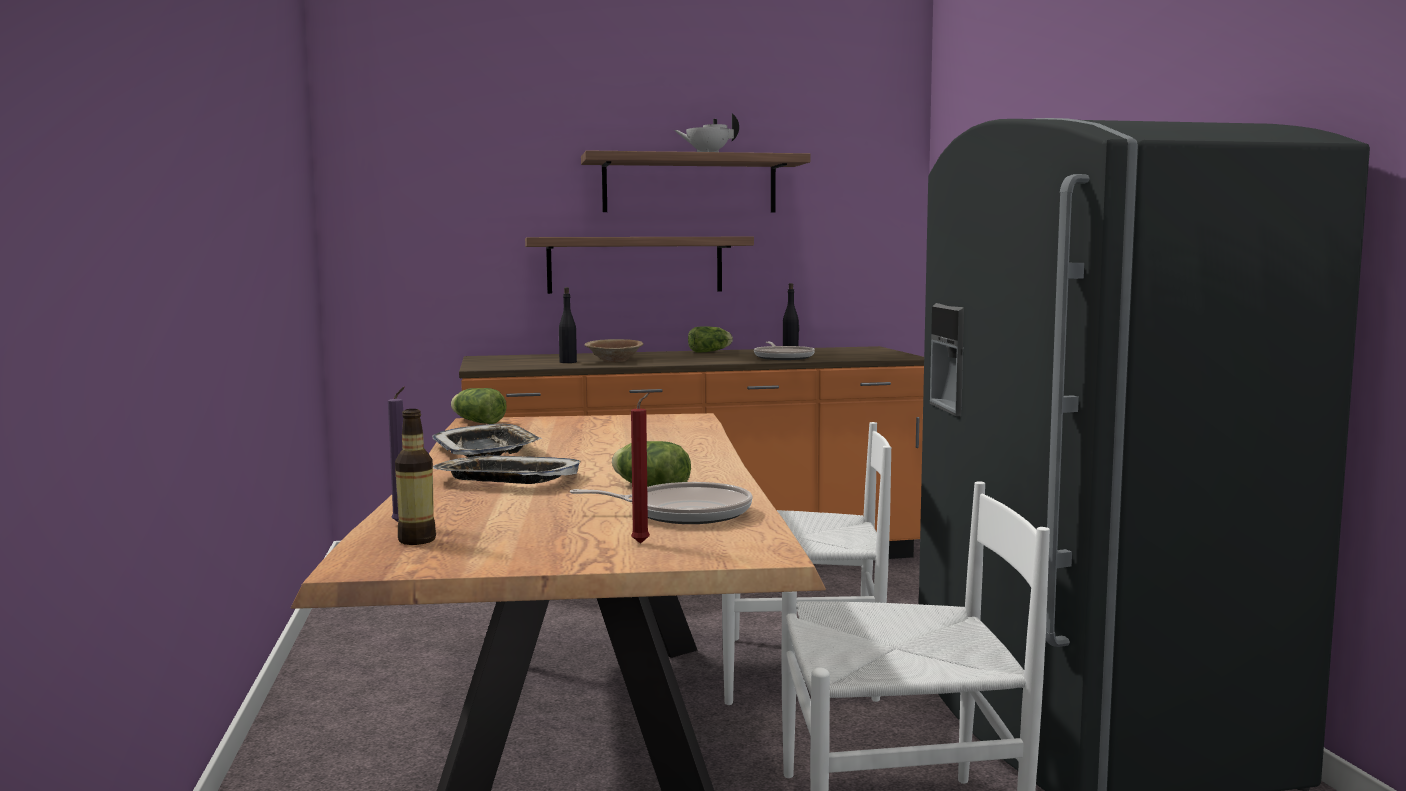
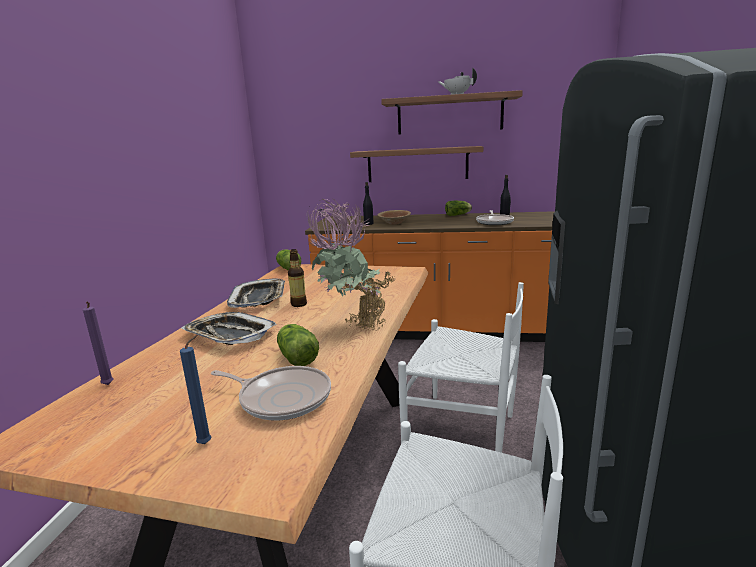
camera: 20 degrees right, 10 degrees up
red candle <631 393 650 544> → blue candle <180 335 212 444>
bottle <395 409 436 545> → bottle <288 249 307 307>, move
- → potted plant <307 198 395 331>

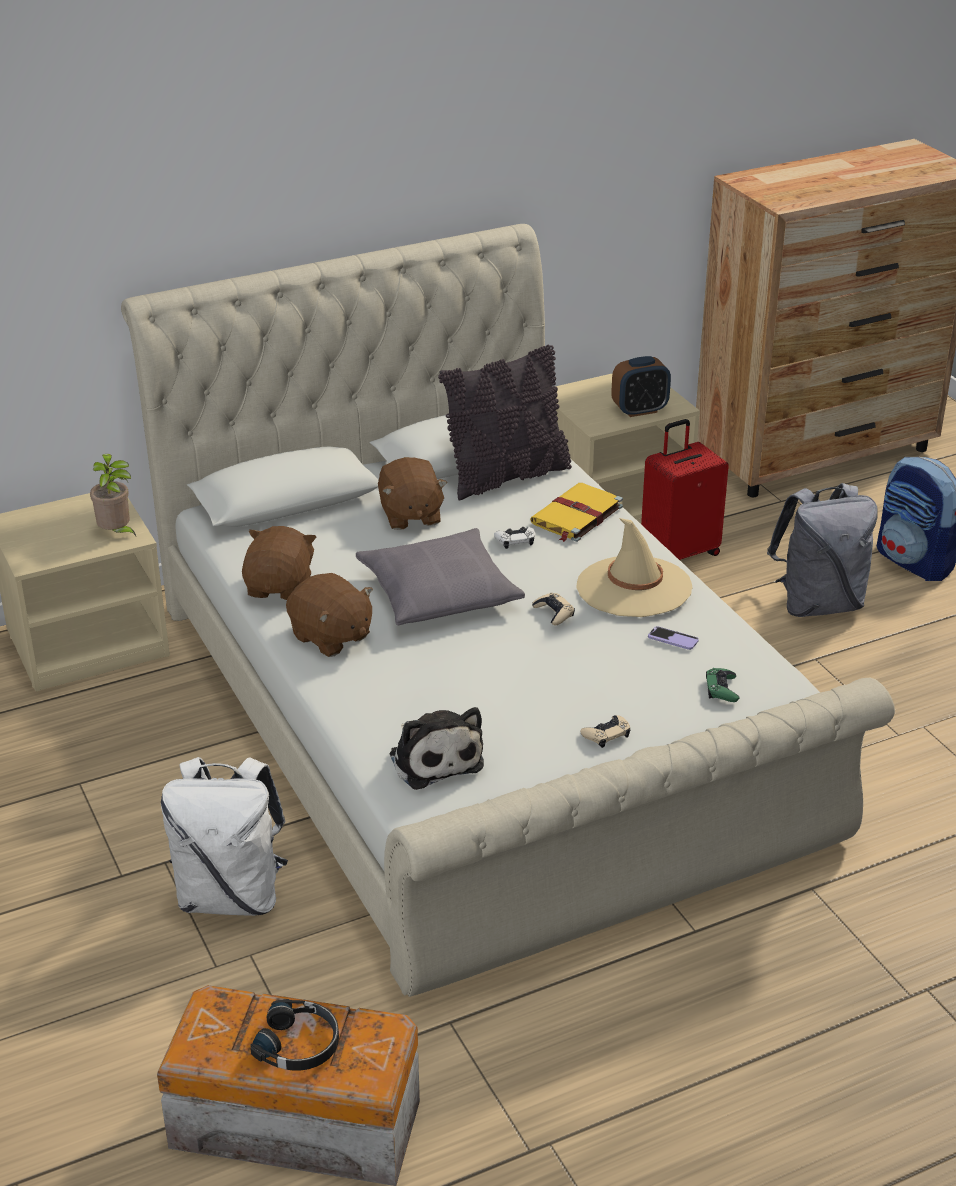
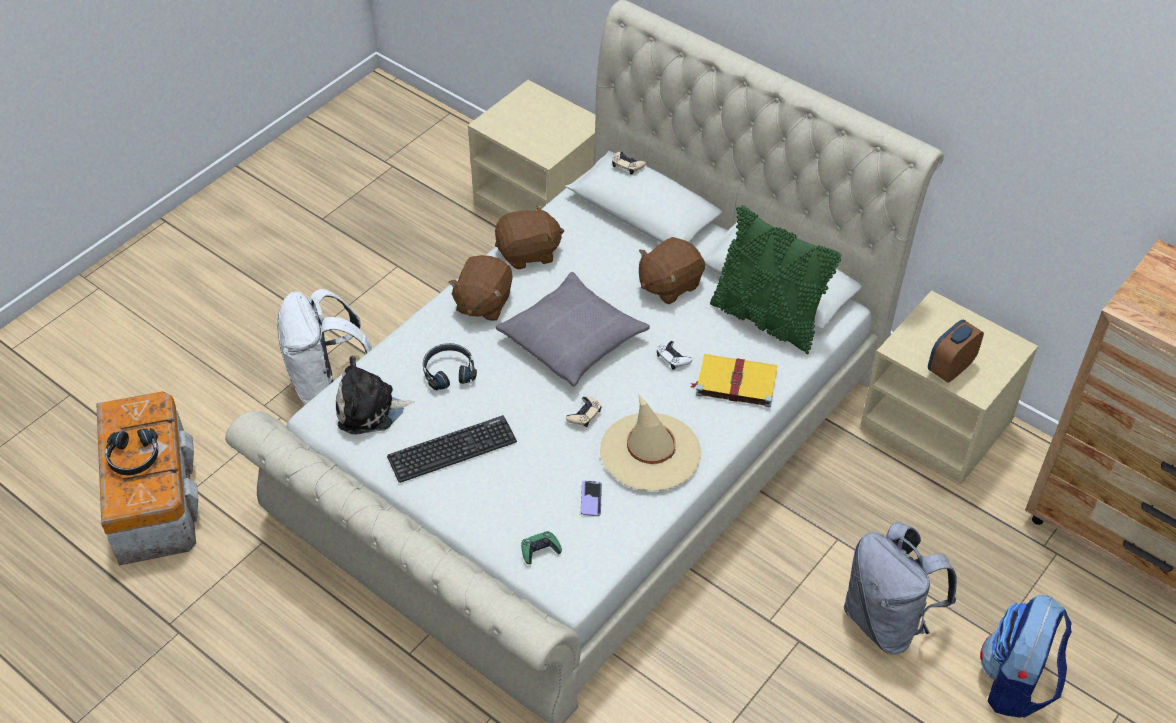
camera: 65 degrees right, 15 degrees up
plush toy <389 707 484 790> → plush toy <336 356 415 434>, 45 degrees clockwise
- → keyboard <387 415 517 483>
- → black headphones <423 343 477 390>
beige game controller <580 715 630 748> → beige game controller <612 151 646 175>, move
black pillow <438 345 572 501> → green pillow <710 205 842 354>
alarm clock <611 356 671 417> → alarm clock <928 320 984 383>, 90 degrees clockwise
potted plant <90 454 136 536> → -
red suitcase <641 419 729 560> → -

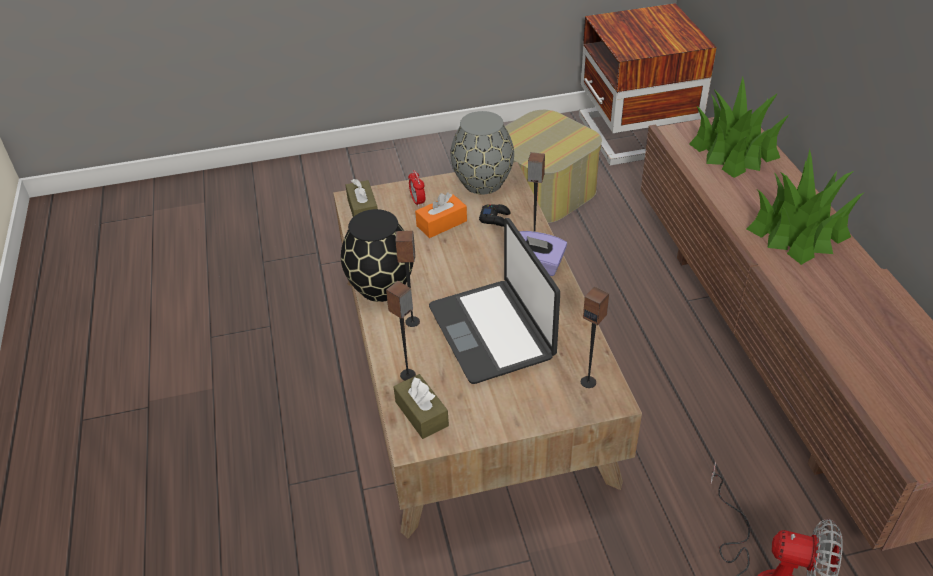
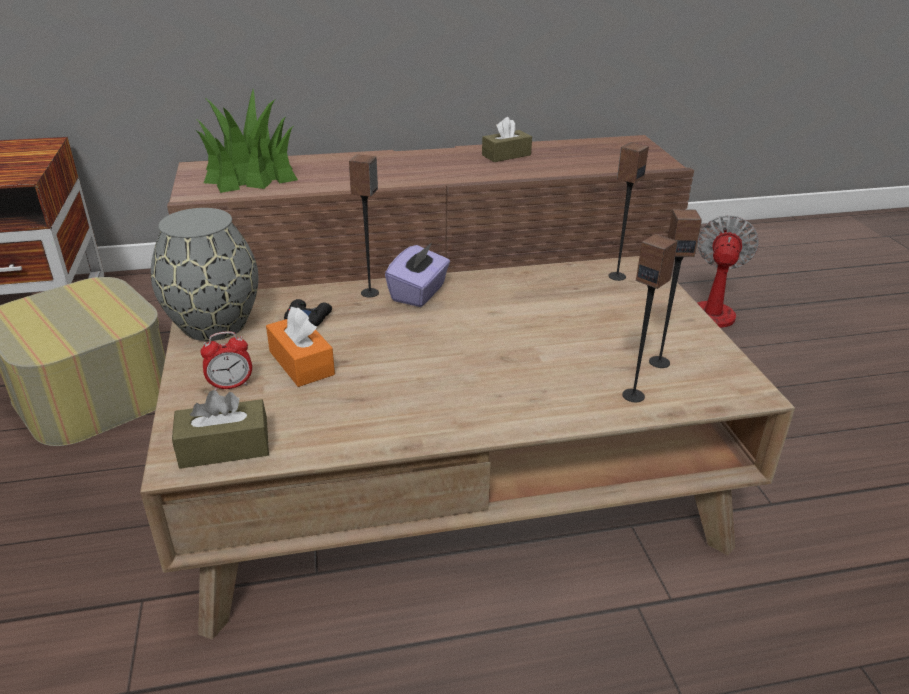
camera: 90 degrees left, 10 degrees down
brown tissue box <394 374 449 439> → brown tissue box <482 117 532 162>, move
speaker <395 231 420 327> → speaker <649 209 702 368>, move
black vase <341 209 414 302> → -
laptop <429 218 560 384> → -
potted plant <746 149 865 265> → -

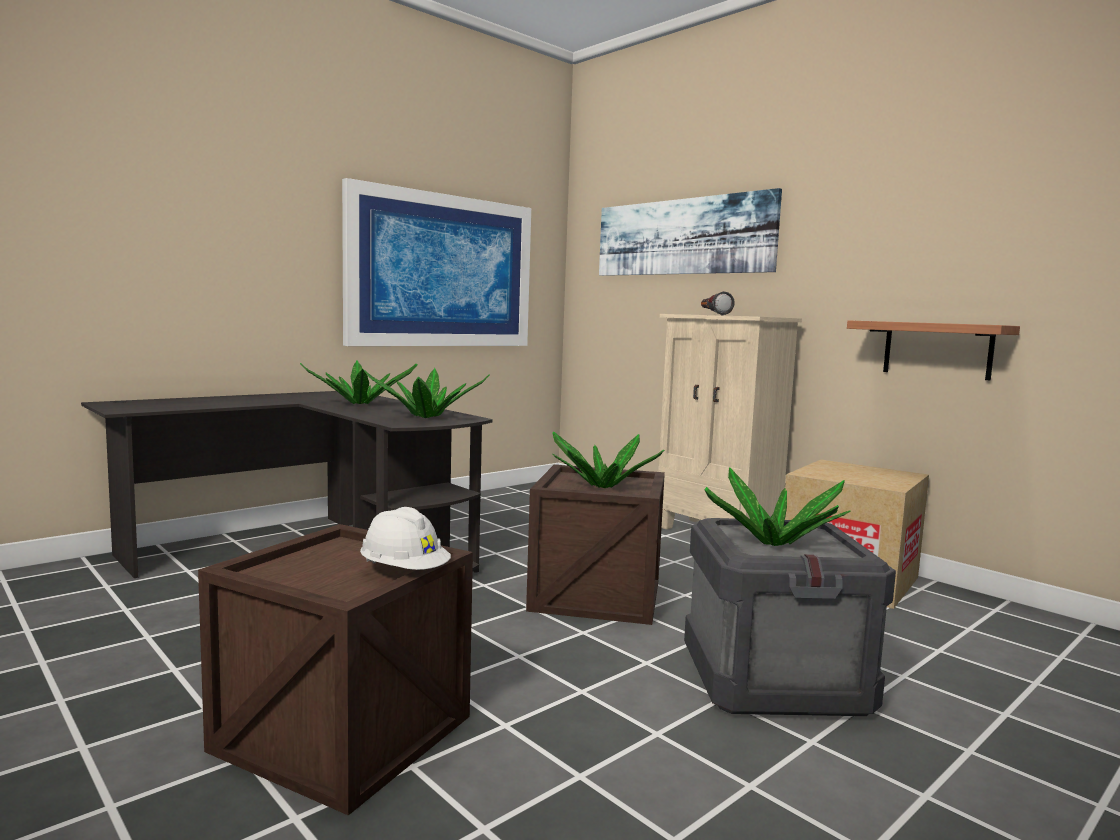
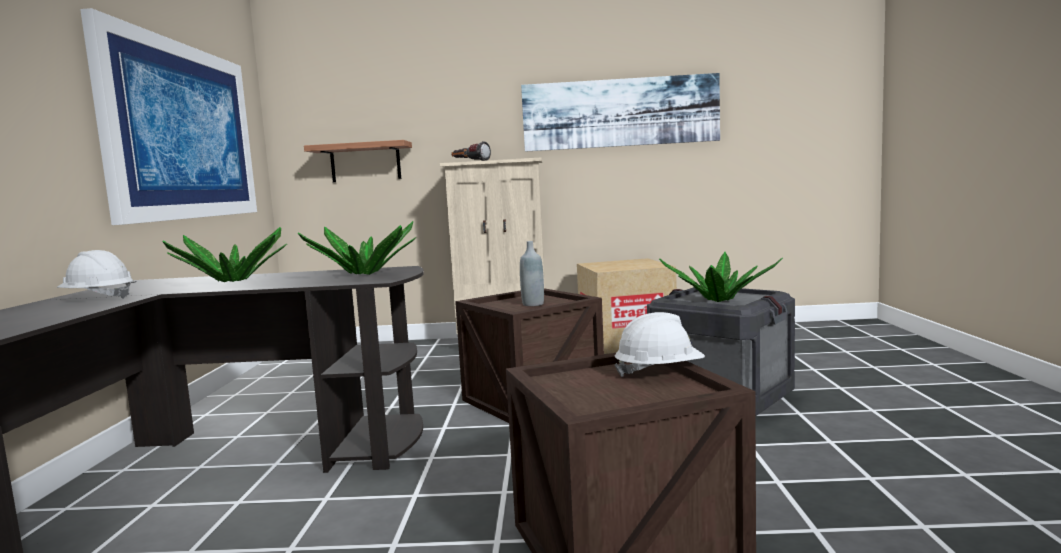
camera: 45 degrees left, 0 degrees up
- → white hard hat <56 250 133 299>
shelf <847 320 1020 380> → shelf <304 140 412 182>, move
potted plant <552 432 664 488> → grey bottle <520 241 544 306>
picture <599 188 782 276> → picture <521 73 720 152>, move

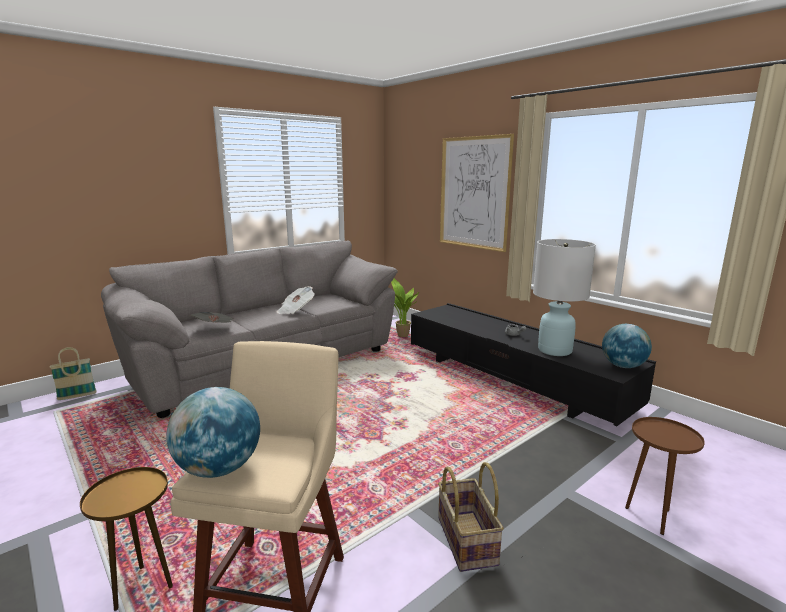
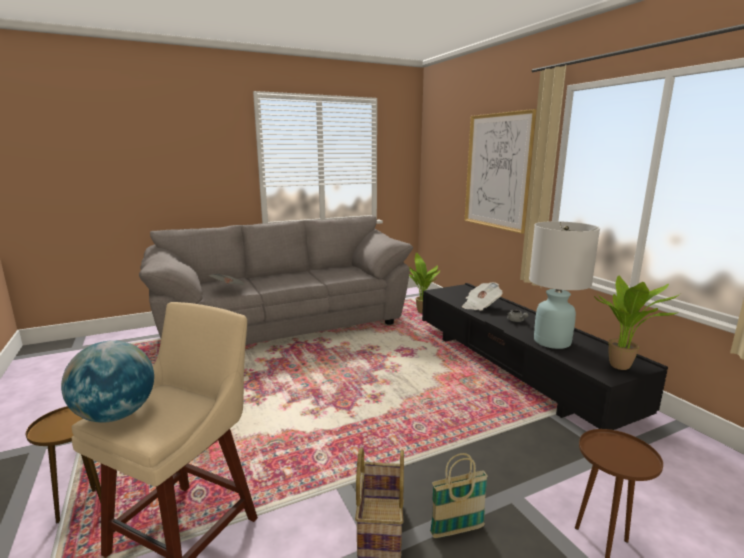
camera: 15 degrees right, 0 degrees up
basket <50 347 97 400> → basket <430 453 488 538>, move
newspaper <277 286 315 314> → newspaper <462 282 503 311>, move
globe <602 324 652 368> → potted plant <594 275 680 370>

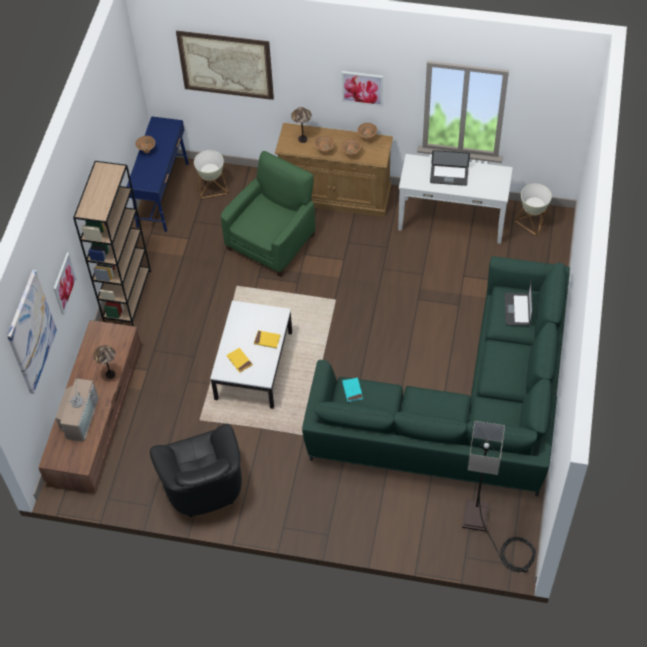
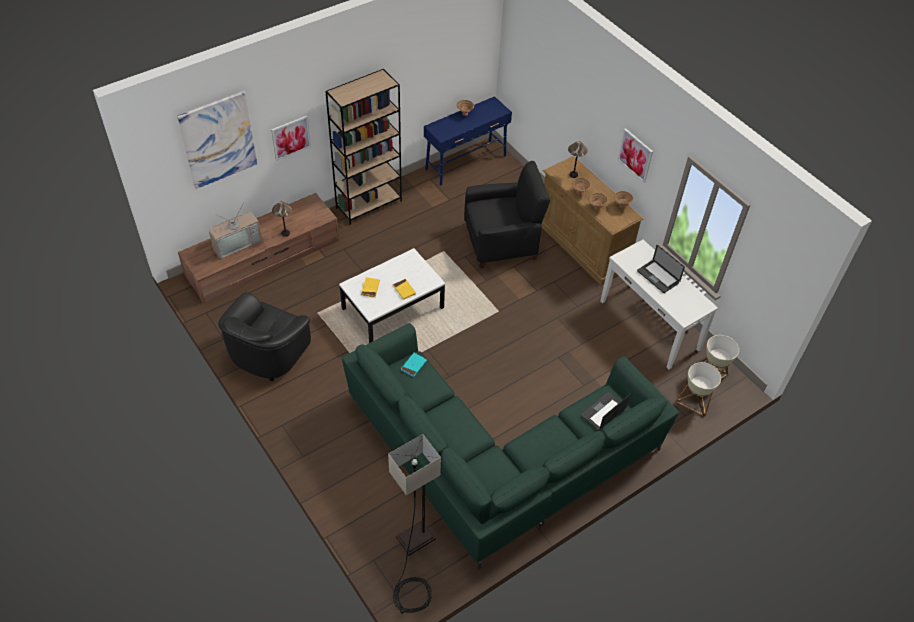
camera: 40 degrees right, 5 degrees down
green armchair <221 151 316 277> → black armchair <464 161 550 268>
planter <194 150 228 198> → planter <676 362 721 416>, move
picture <176 31 274 100> → -

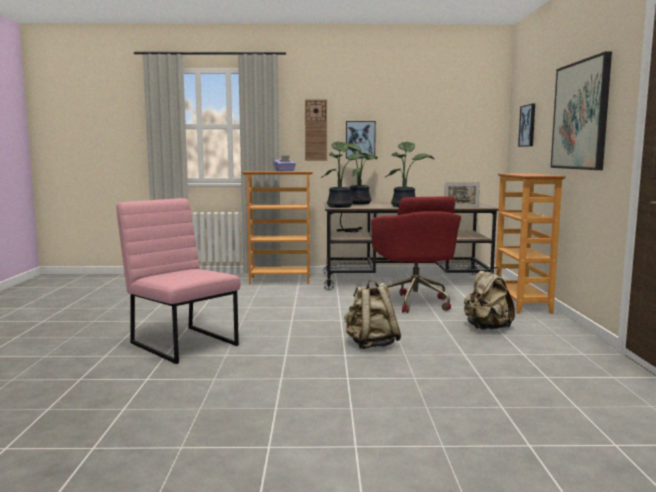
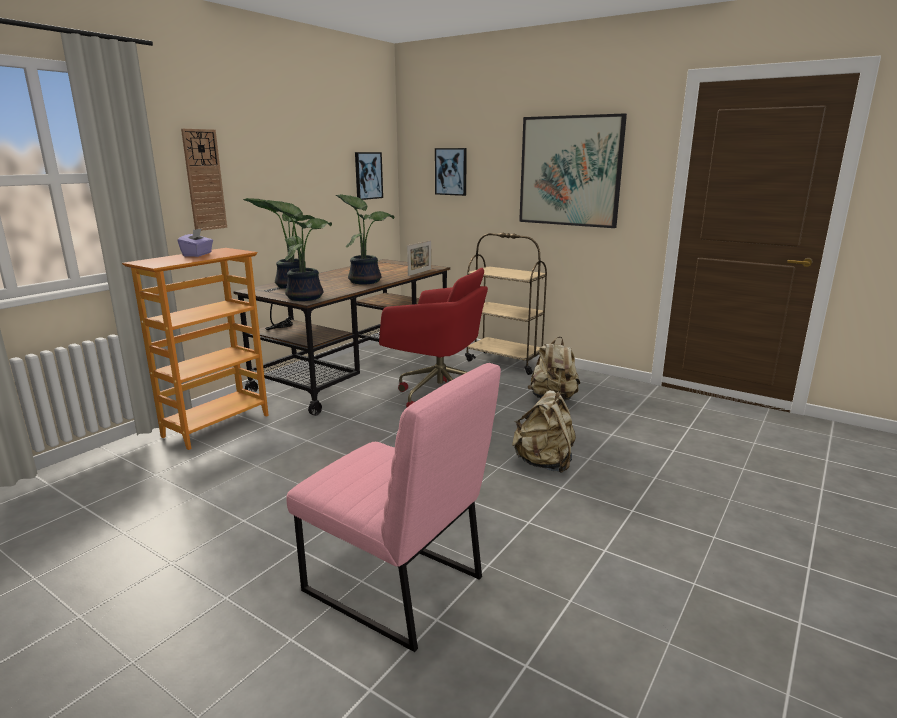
camera: 55 degrees left, 10 degrees up
pink chair <116 198 240 364> → pink chair <286 363 501 652>, 135 degrees counterclockwise
picture <346 121 376 158> → picture <355 152 383 200>, move
bookcase <495 173 566 314> → beige cart <465 233 547 375>

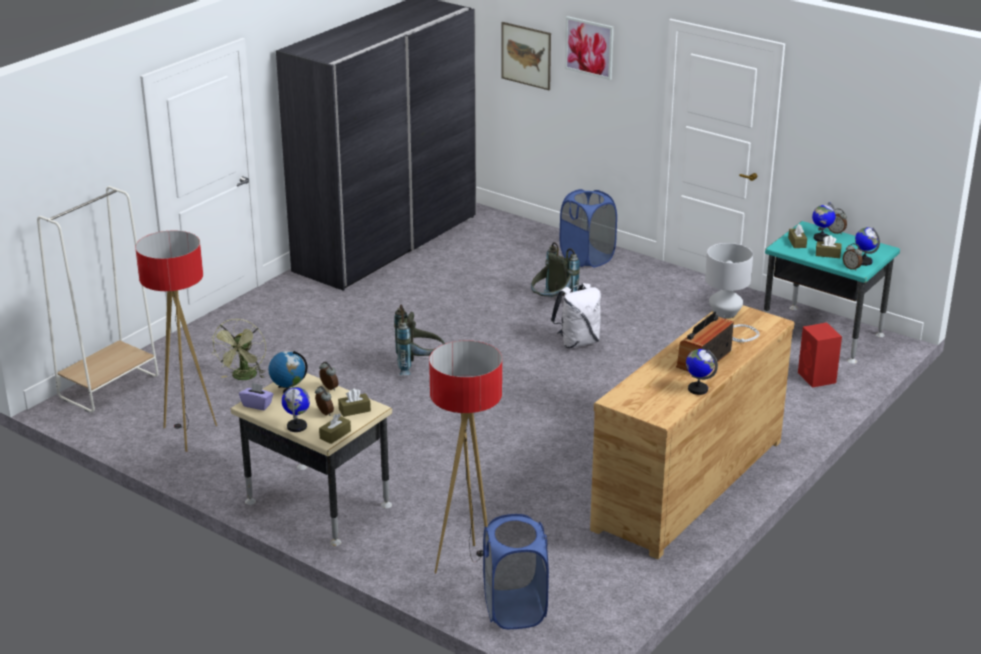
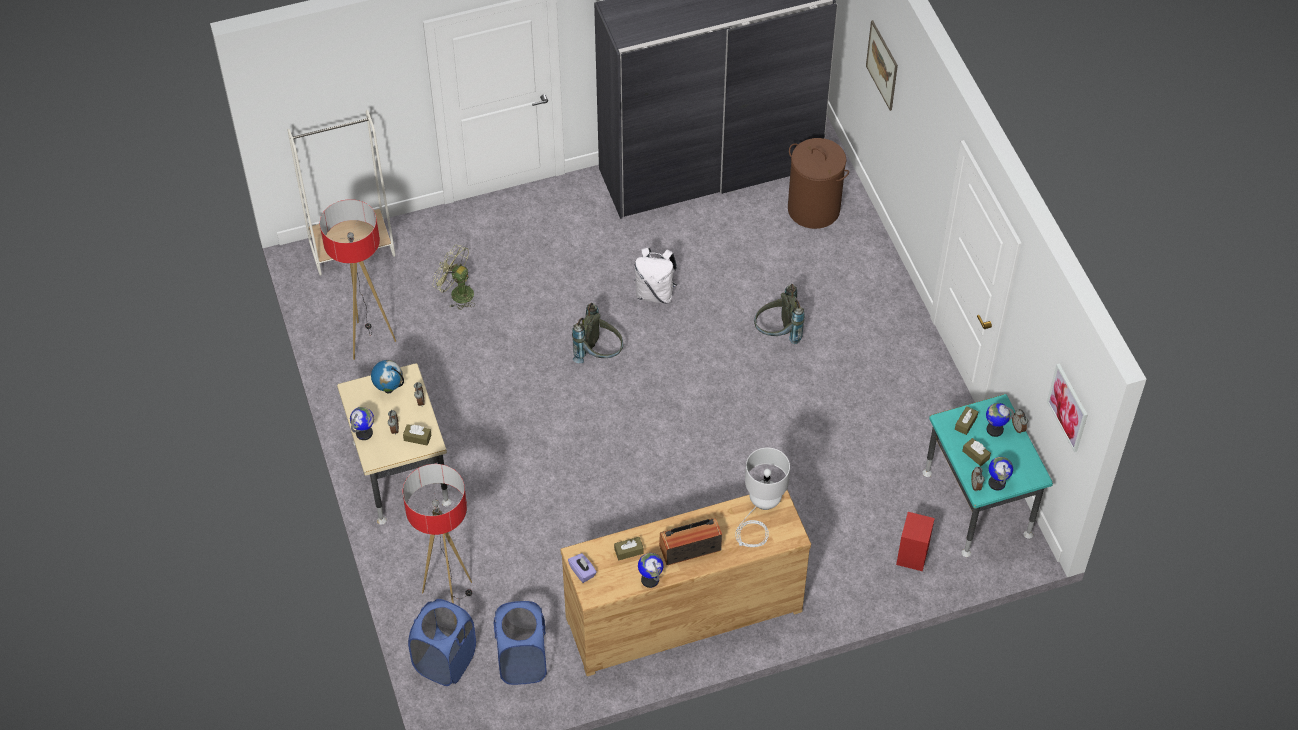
camera: 35 degrees right, 25 degrees up
green fan <211 319 266 380> → green fan <433 245 474 310>, 75 degrees clockwise
blue laundry basket <560 189 617 267> → blue laundry basket <494 601 547 685>, move
purple tissue box <239 383 274 410> → purple tissue box <568 553 597 583>, move
brown tissue box <319 413 351 444> → brown tissue box <614 537 644 560>, move
white backpack <551 283 601 348> → white backpack <634 247 677 304>, move
- → brown laundry basket <788 138 849 229>
picture <565 16 614 80> → picture <1047 363 1088 452>, move

